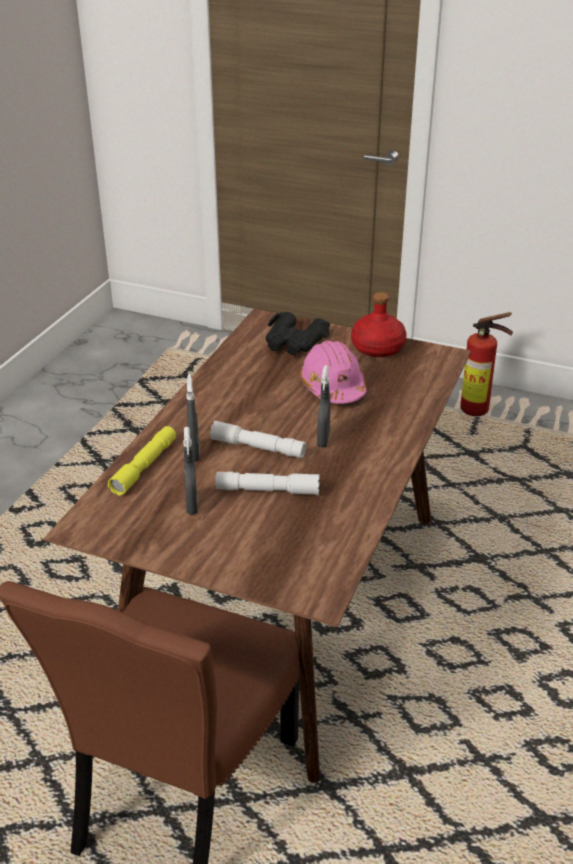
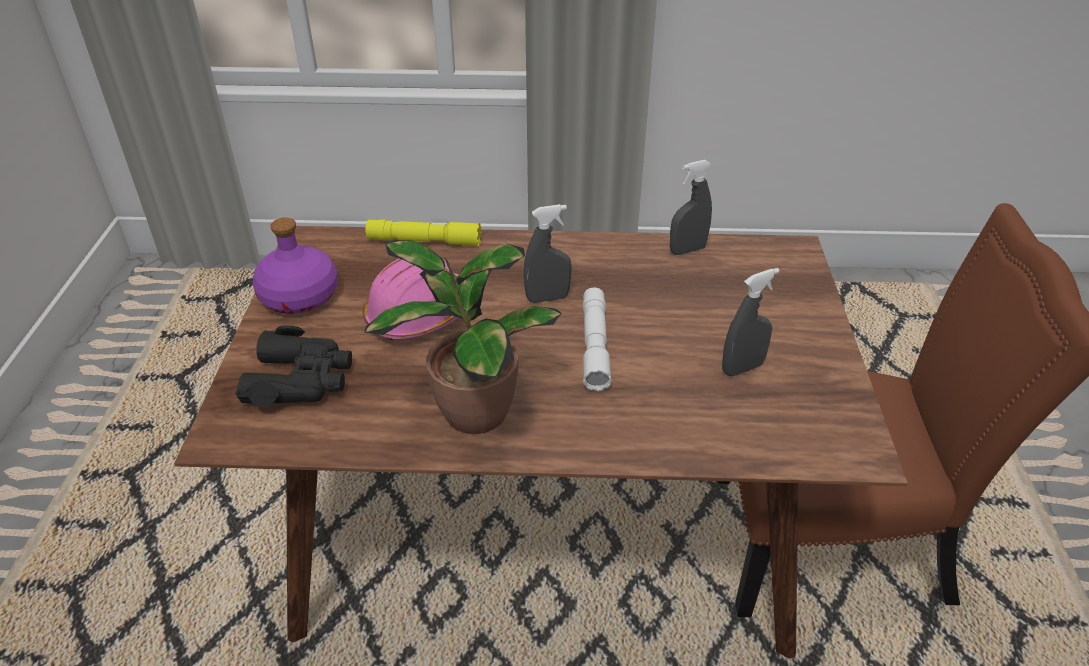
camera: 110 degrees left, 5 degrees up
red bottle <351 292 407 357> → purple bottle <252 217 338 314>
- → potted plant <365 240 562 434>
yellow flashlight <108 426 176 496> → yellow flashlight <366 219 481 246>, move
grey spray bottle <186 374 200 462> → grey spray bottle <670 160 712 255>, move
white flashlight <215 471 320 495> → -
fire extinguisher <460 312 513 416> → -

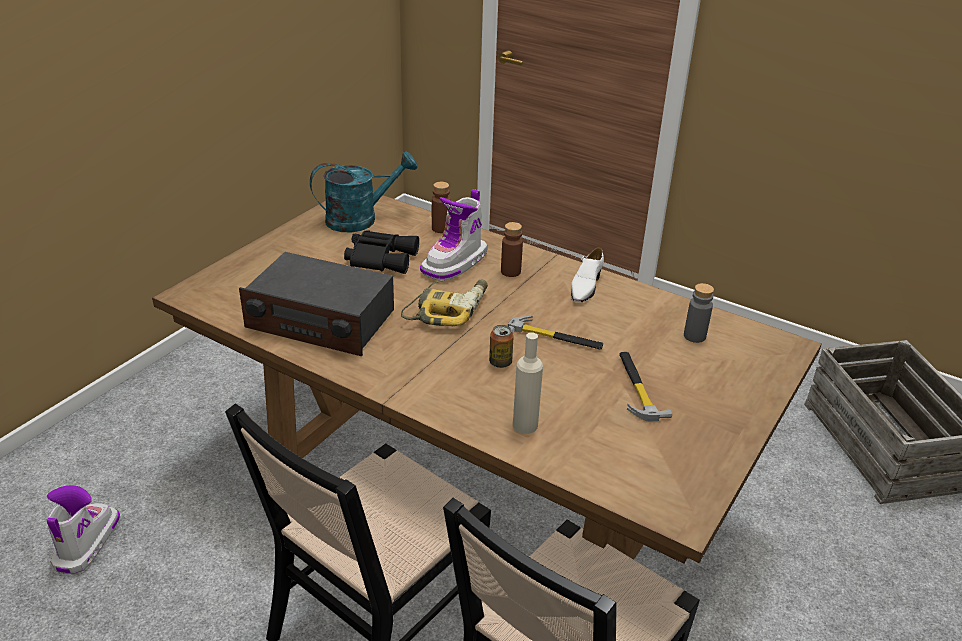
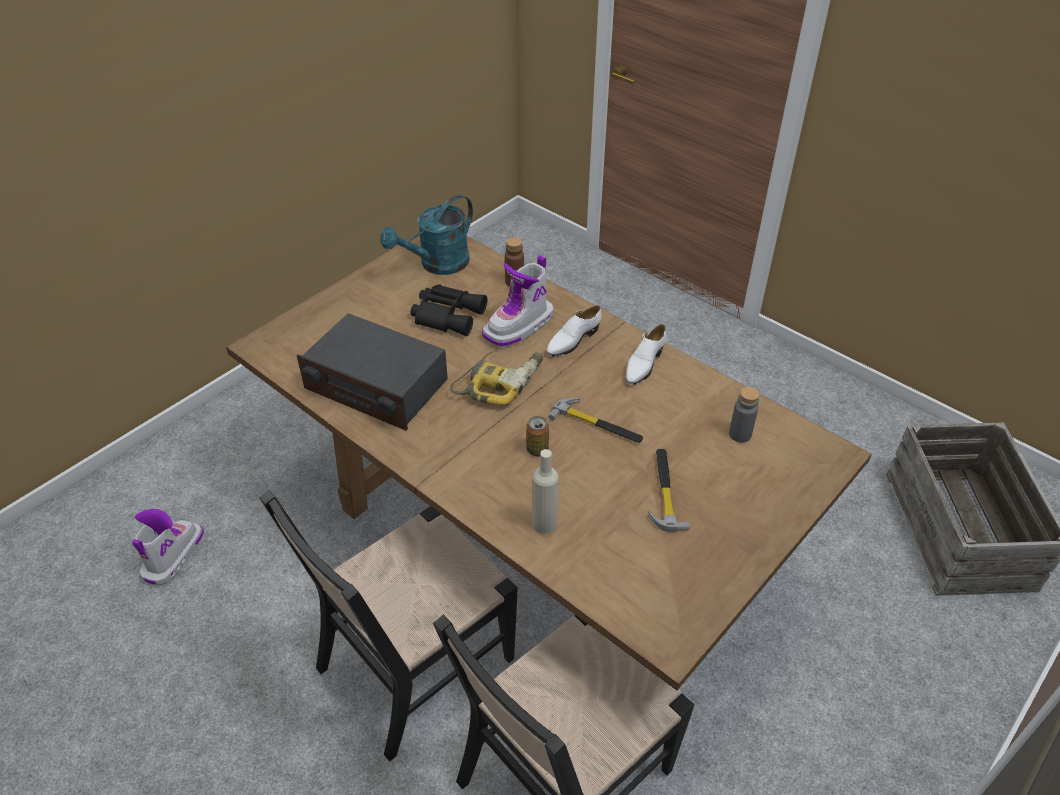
camera: 10 degrees right, 10 degrees up
turquoise watering can <310 151 418 232> → turquoise watering can <380 194 473 275>, 150 degrees clockwise
brown bottle <501 222 523 277> → white shoe <546 305 602 356>

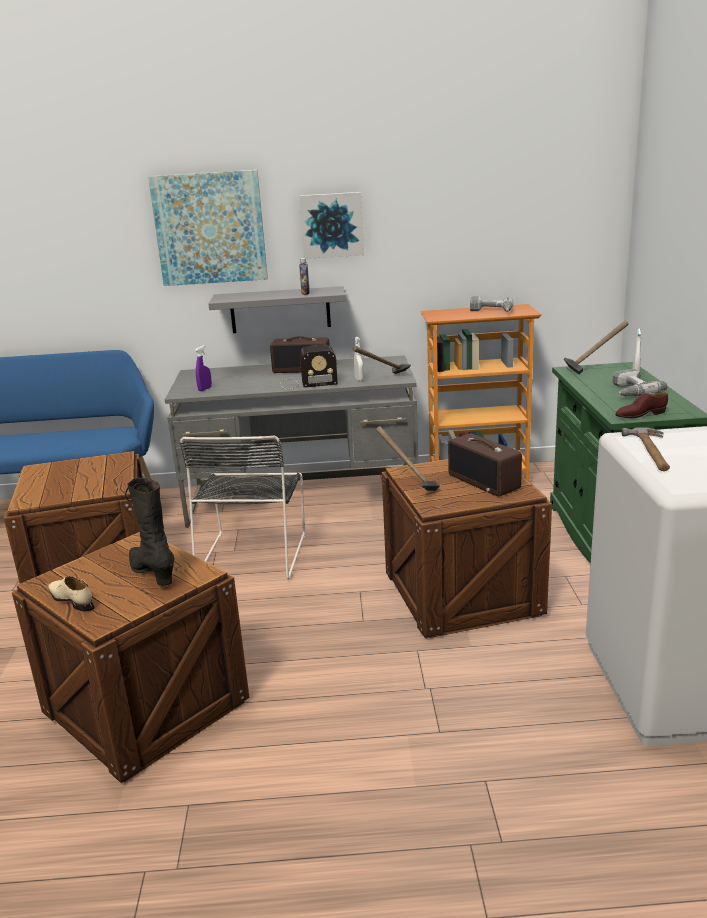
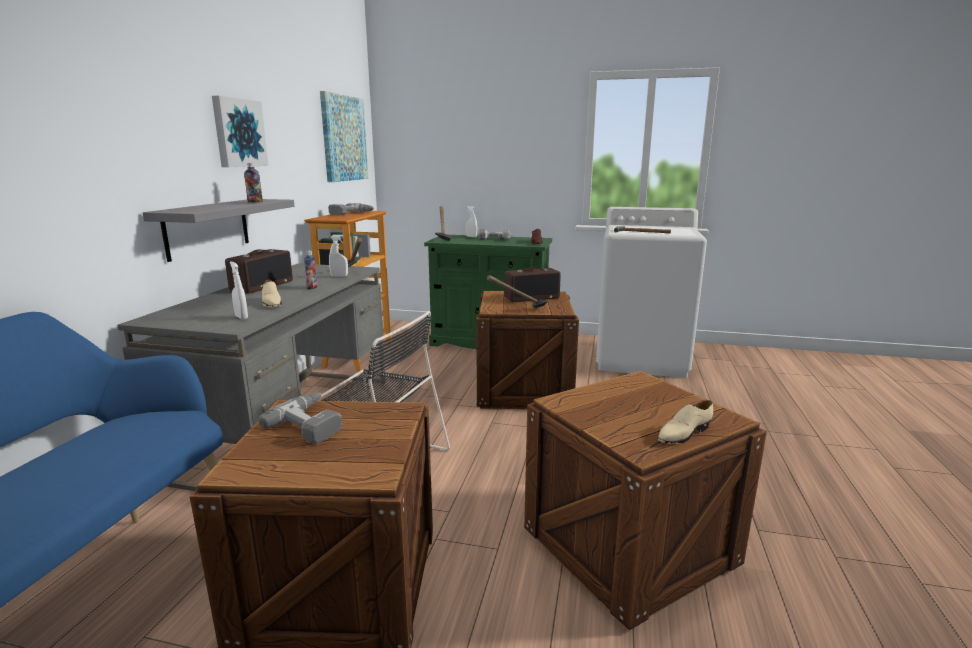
camera: 75 degrees left, 5 degrees down
purple spray bottle <195 345 212 391> → white spray bottle <230 262 248 320>
- → power drill <258 393 342 444>
- → beige shoe <261 280 282 307>
radio <280 345 338 389> → bottle <304 251 318 289>
picture <148 170 268 286> → picture <320 91 368 182>, move
black boot <125 477 174 586> → -

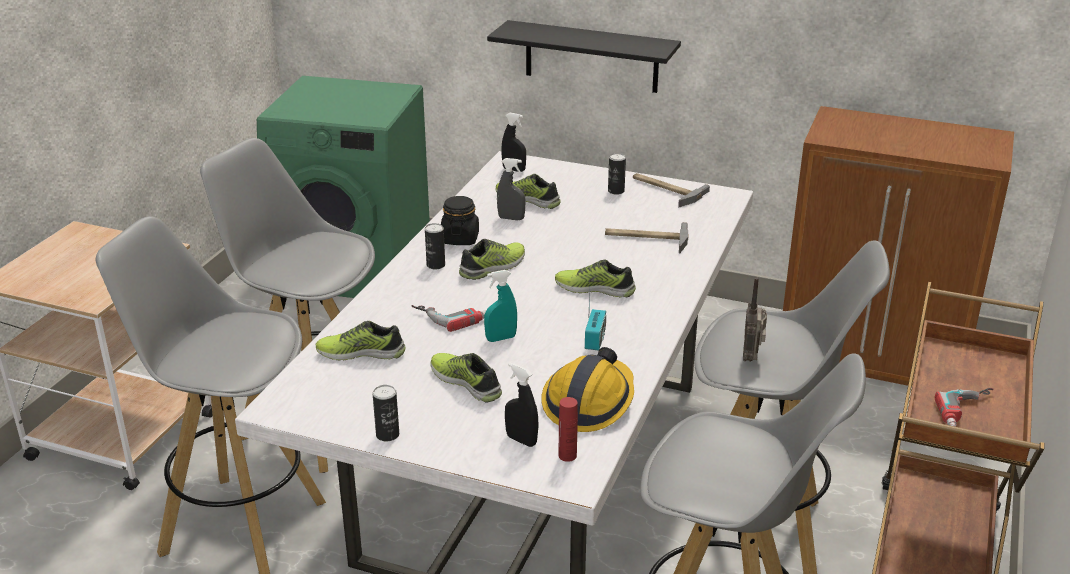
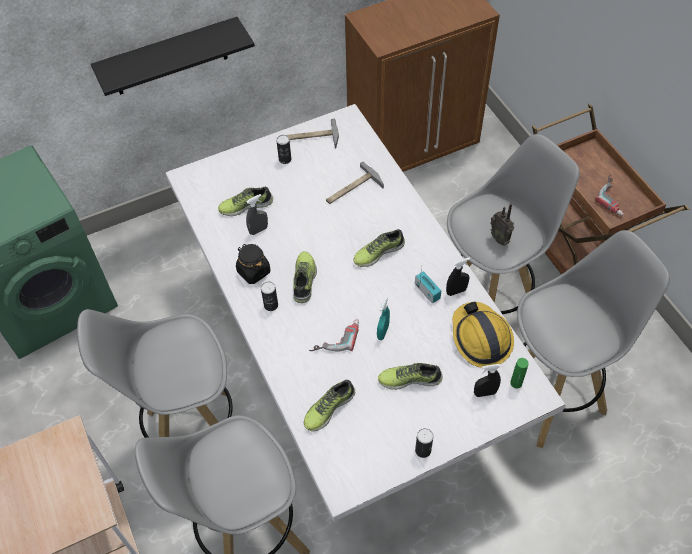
camera: 45 degrees left, 25 degrees up
black spray bottle <501 113 526 172> → black spray bottle <446 257 470 296>, move
red bottle <559 397 578 462> → green bottle <510 358 529 389>

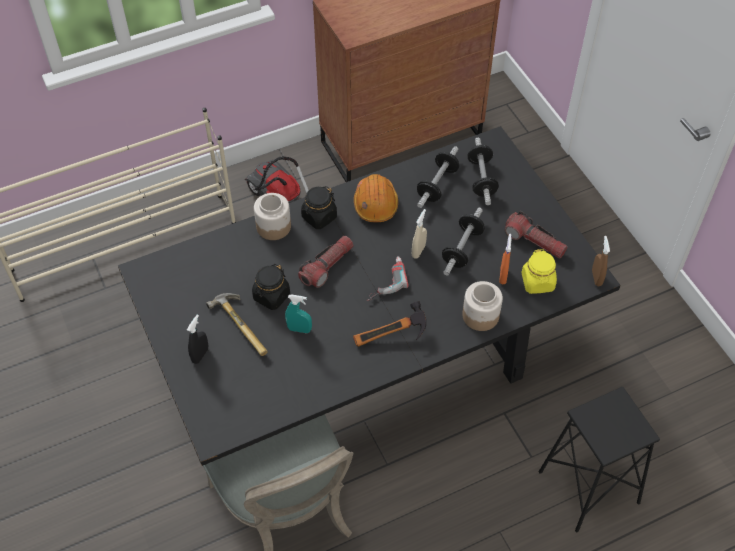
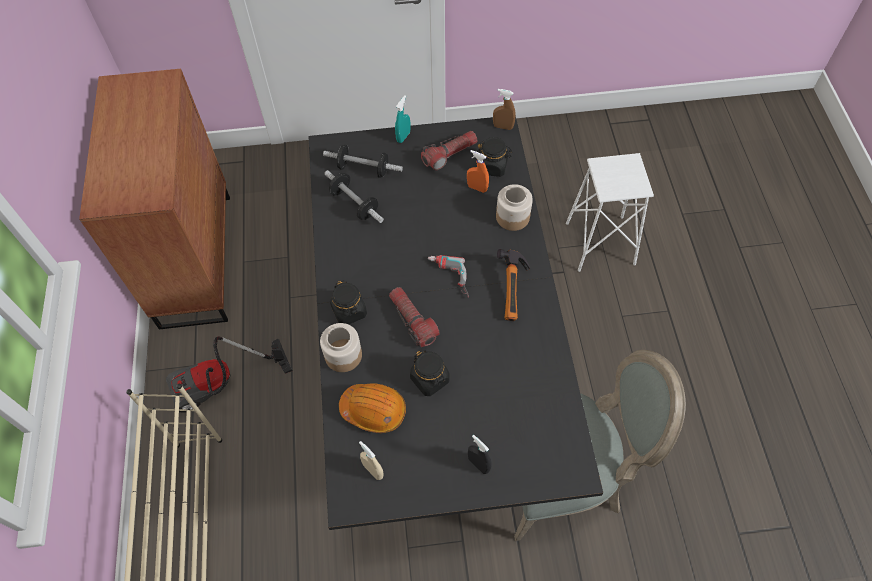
camera: 70 degrees left, 5 degrees up
orange hard hat <354 174 398 222> → orange hard hat <339 383 406 433>, move
beige spray bottle <412 209 427 259> → beige spray bottle <359 441 384 480>, move
turquoise spray bottle <285 295 312 333> → turquoise spray bottle <395 95 411 143>, move
yellow jar <521 249 557 294> → black jar <475 137 512 177>
black stool <539 387 660 532> → white stool <566 153 654 272>
hammer <206 293 268 356> → -
dumbbell <442 207 485 276> → -

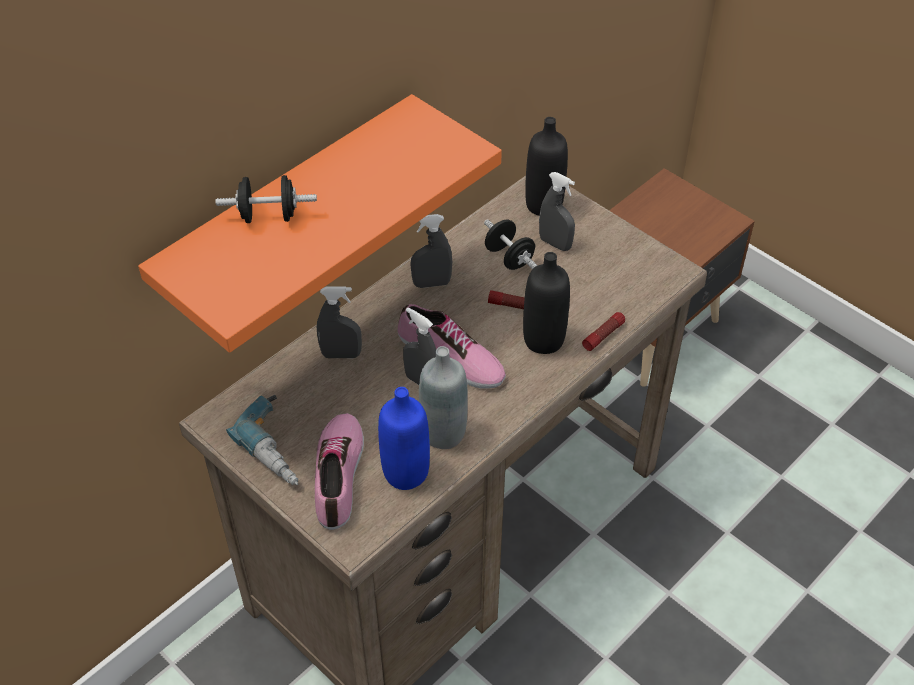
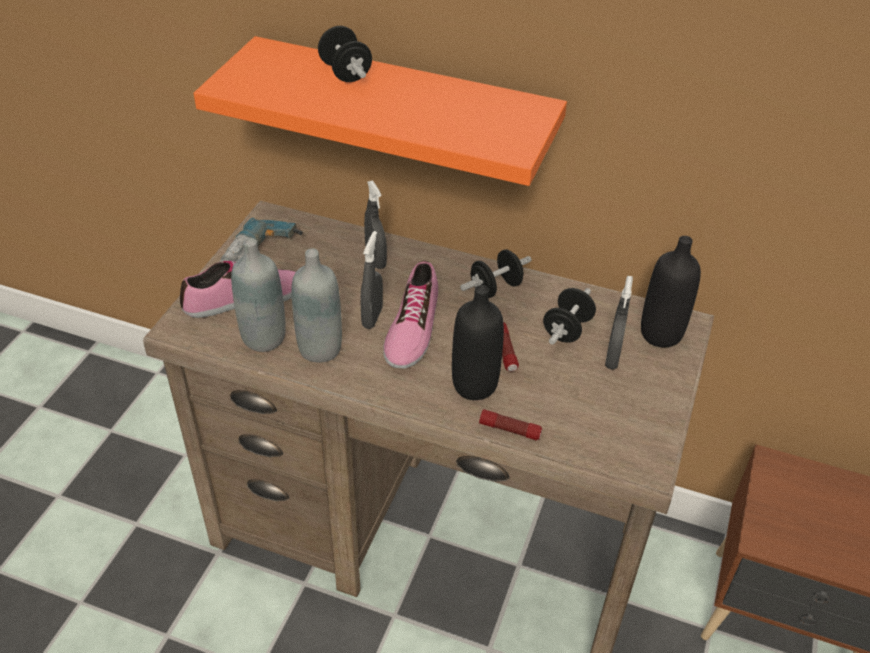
camera: 65 degrees right, 5 degrees down
blue bottle <378 387 430 490> → grey bottle <231 238 286 352>
grey spray bottle <410 214 452 288> → black dumbbell <460 249 532 298>

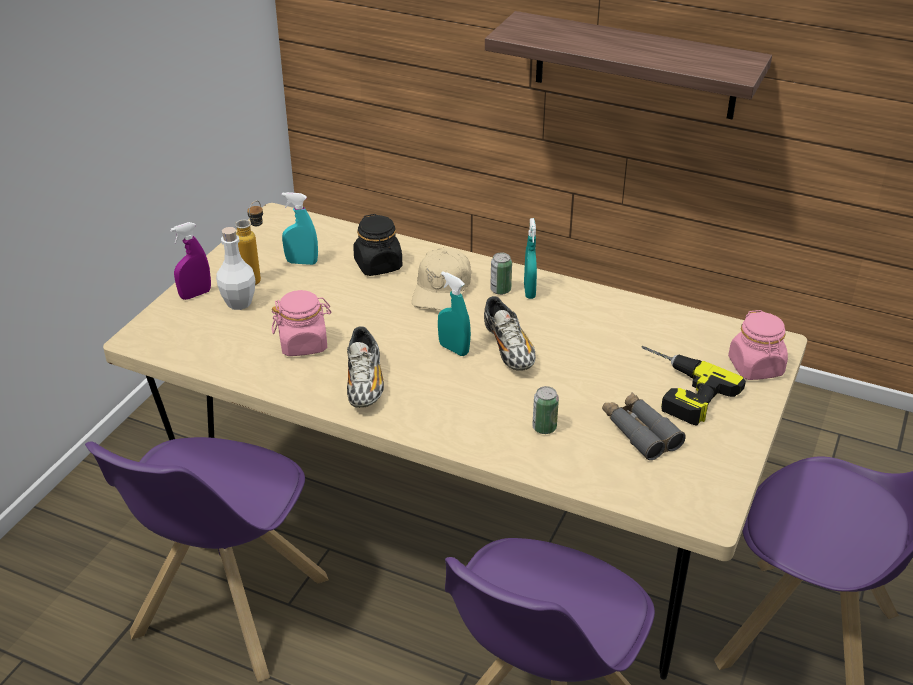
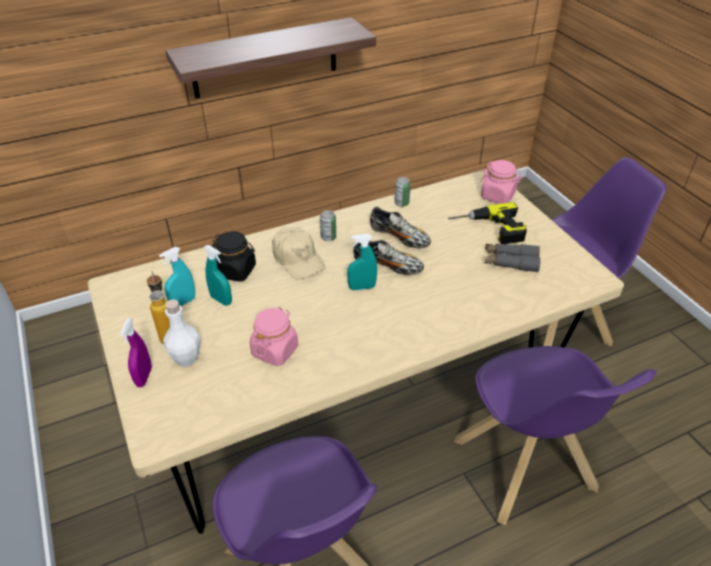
camera: 50 degrees left, 5 degrees up
turquoise spray bottle <524 218 537 299> → turquoise spray bottle <204 245 232 306>, move
shoe <347 326 384 408> → shoe <370 207 431 248>, move
can <532 386 559 434> → can <395 177 411 207>, move

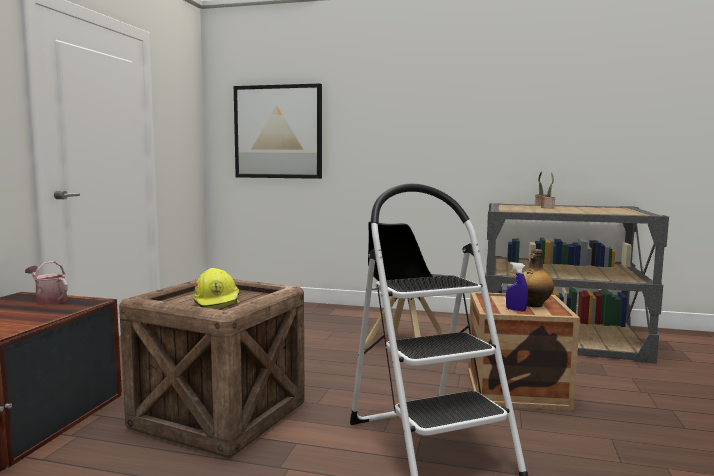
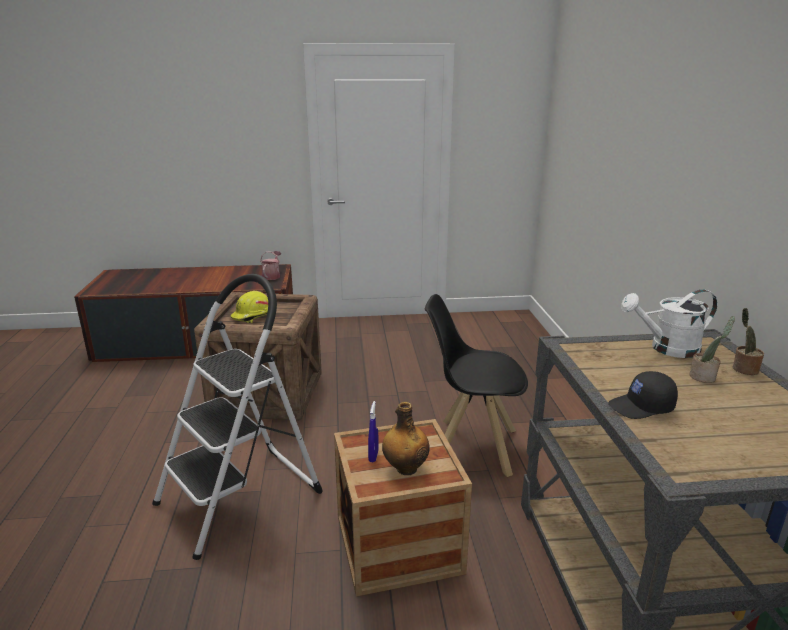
camera: 70 degrees right, 15 degrees up
- → black cap <608 371 678 419>
- → white watering can <621 289 718 358>
picture <234 83 322 179> → -

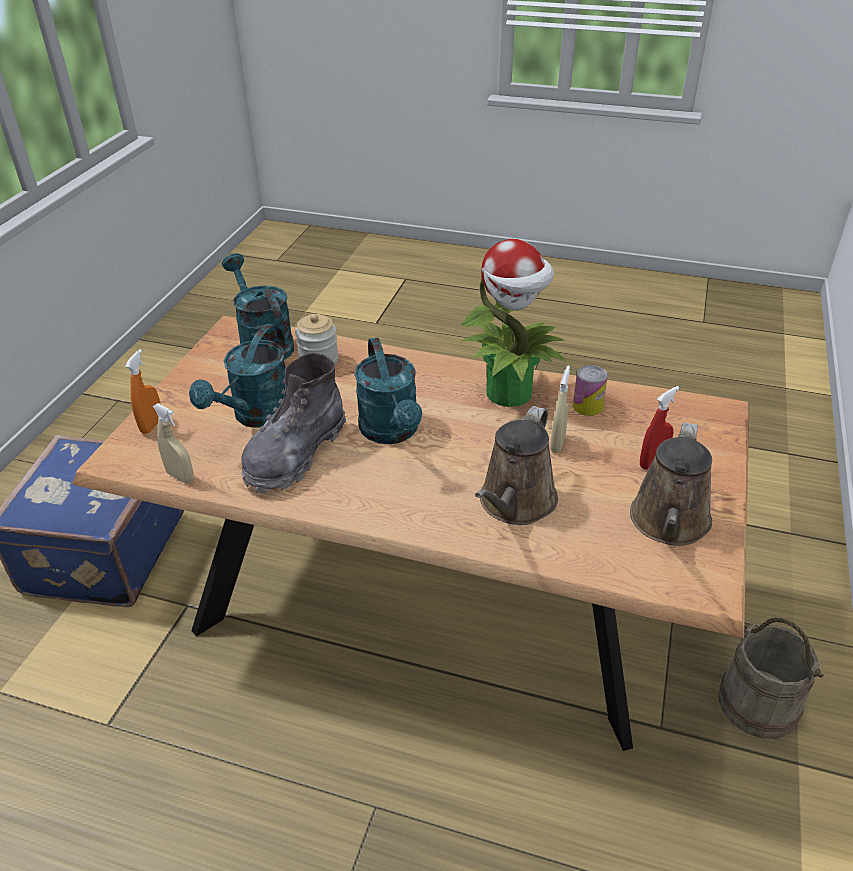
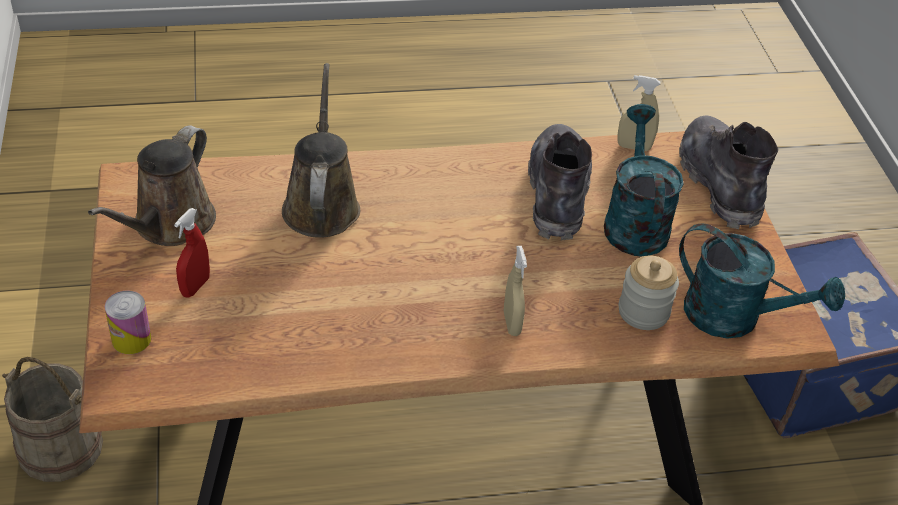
camera: 150 degrees right, 5 degrees up
brown watering can <630 422 712 546> → brown watering can <88 125 216 246>, 150 degrees counterclockwise
can <573 365 608 416> → can <105 291 151 354>, move
beige spray bottle <550 366 570 453> → beige spray bottle <504 246 527 336>, move
orange spray bottle <125 349 160 434> → grey boot <679 115 778 229>
turquoise watering can <354 337 422 444> → -
potted plant <461 239 566 407> → -

